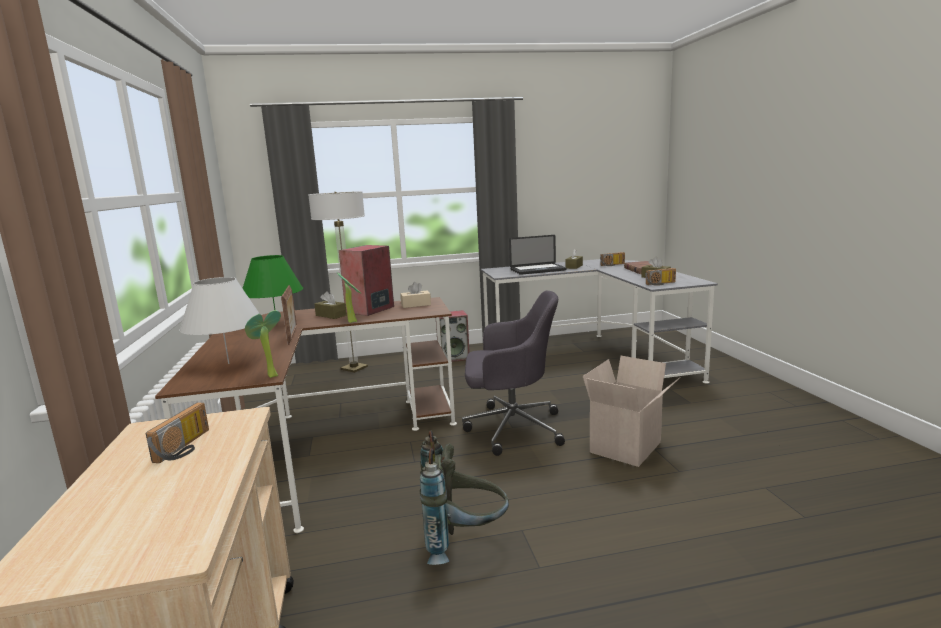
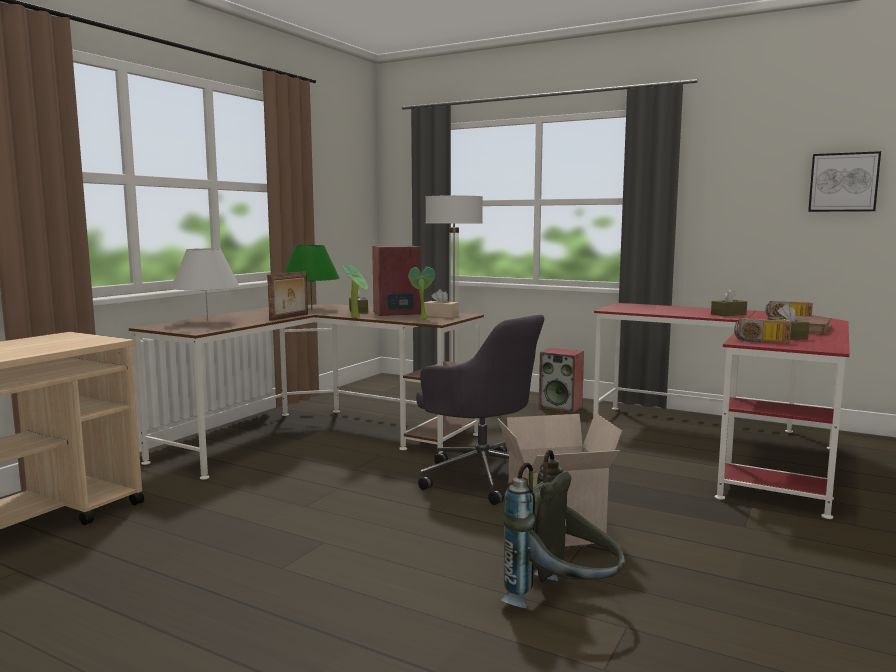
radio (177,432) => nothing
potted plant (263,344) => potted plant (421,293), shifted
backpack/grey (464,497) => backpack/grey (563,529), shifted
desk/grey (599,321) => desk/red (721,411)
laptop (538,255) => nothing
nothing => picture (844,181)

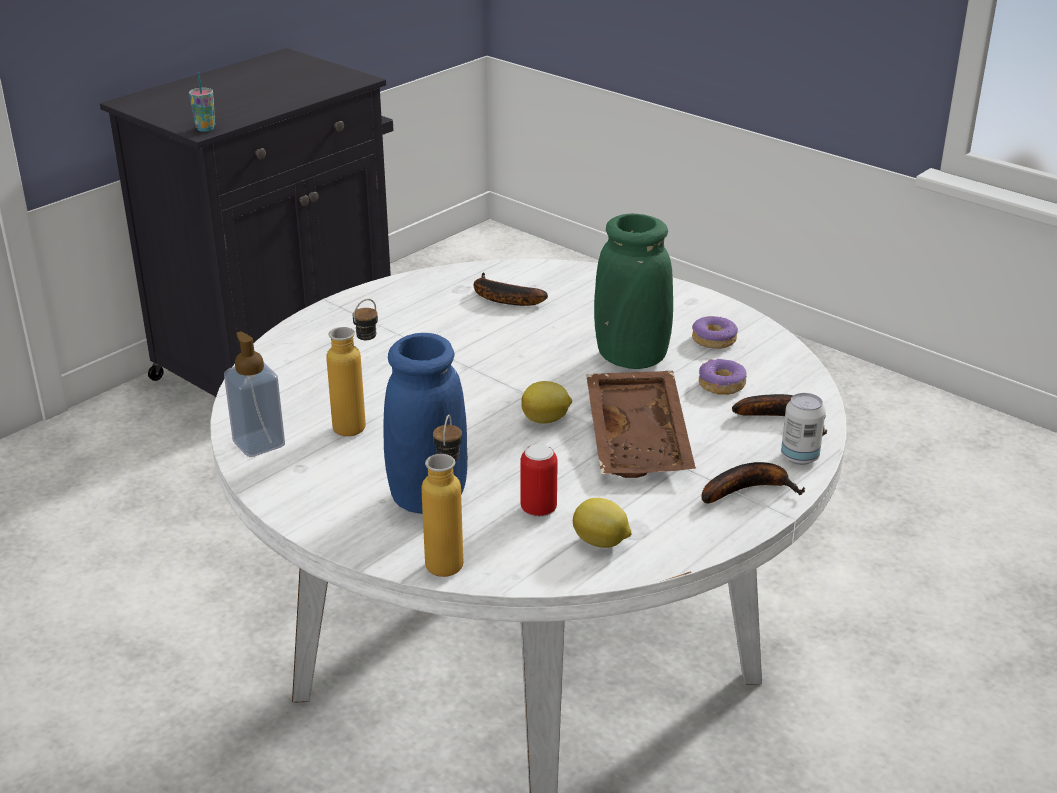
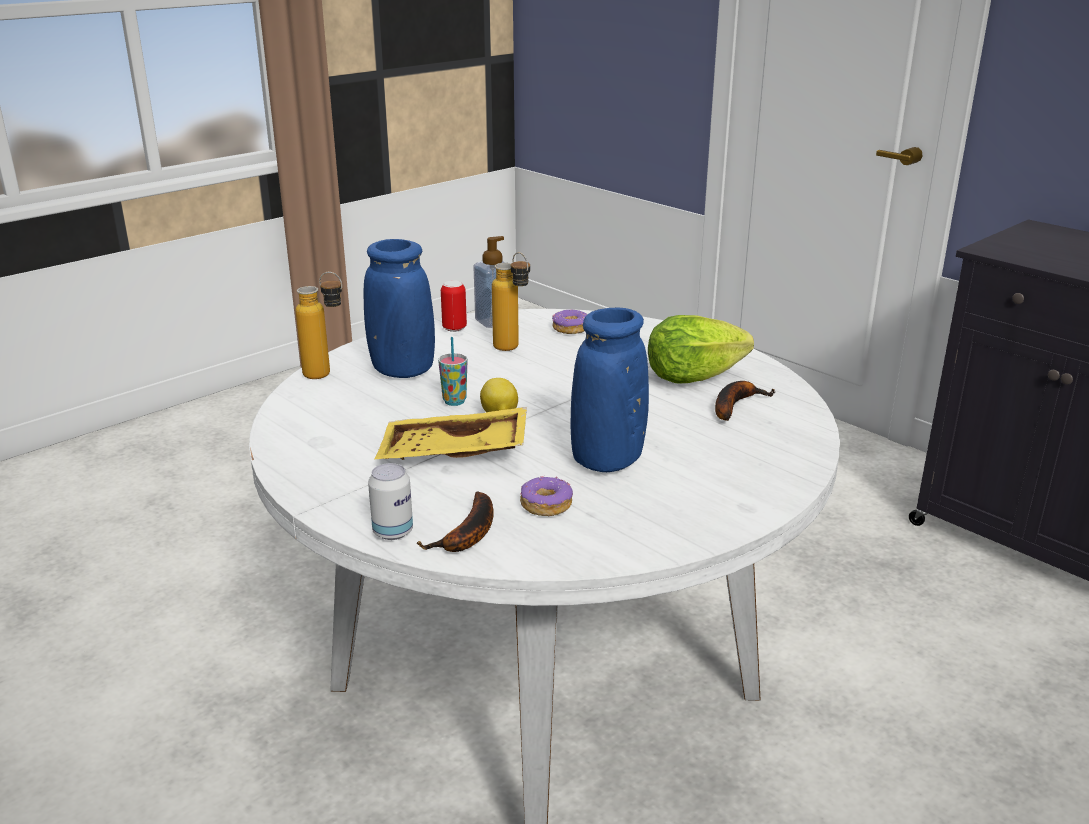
cup (202,102) => cup (452,371), shifted
can (539,480) => can (454,306), shifted
lemon (602,523) => nothing
tray/brown (641,424) => tray/yellow (450,433)
vase/green (633,291) => vase/blue (610,390)
donut (715,332) => donut (569,321), shifted
banana (753,482) => nothing
nothing => lettuce (701,349)

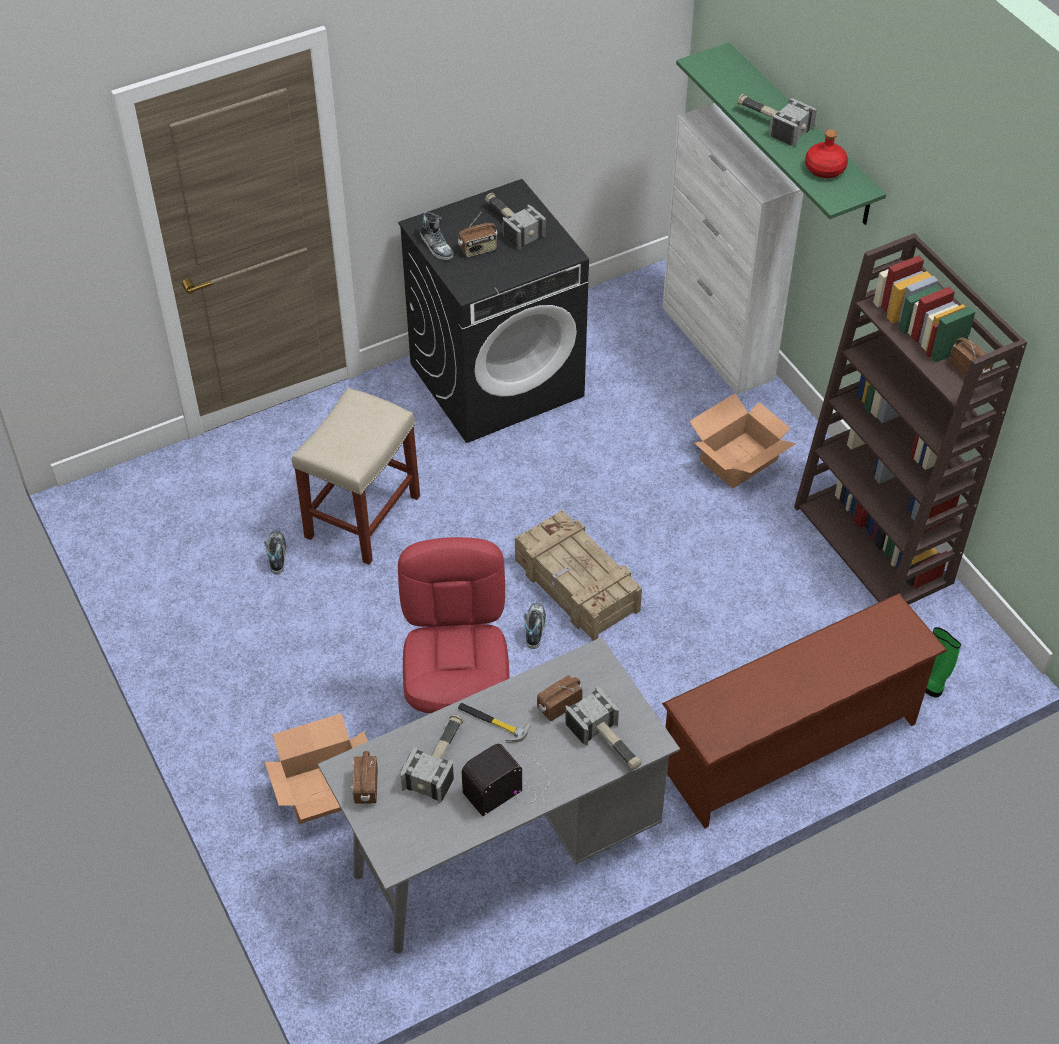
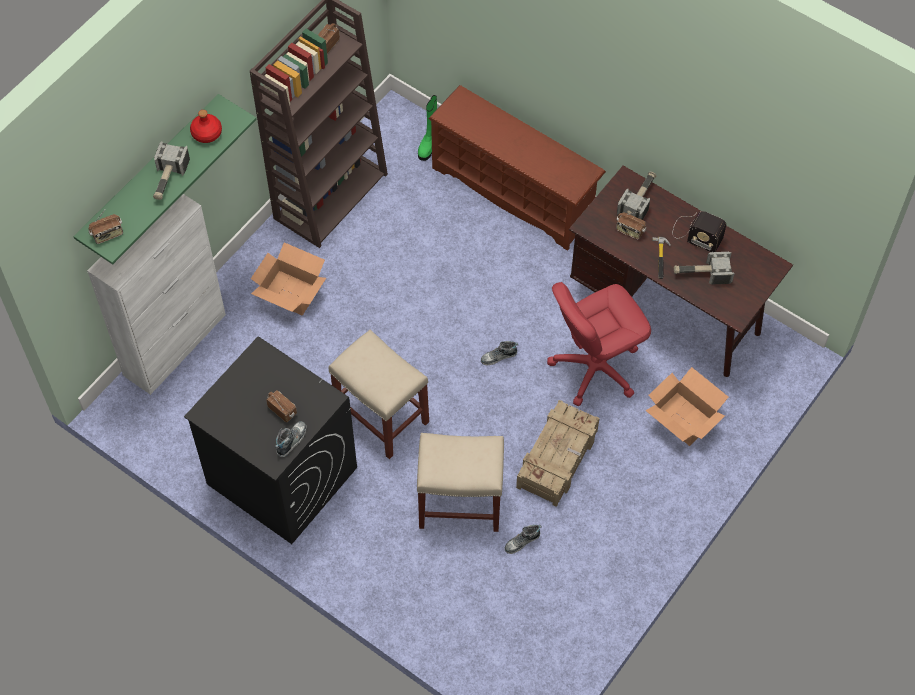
desk/grey (499,795) => desk/brown (681,271)
radio (364,777) => radio (105,227), shifted
hammer (515,221) => nothing
crate (578,575) => crate (558,453), shifted
nothing => stool/beige (379,394)

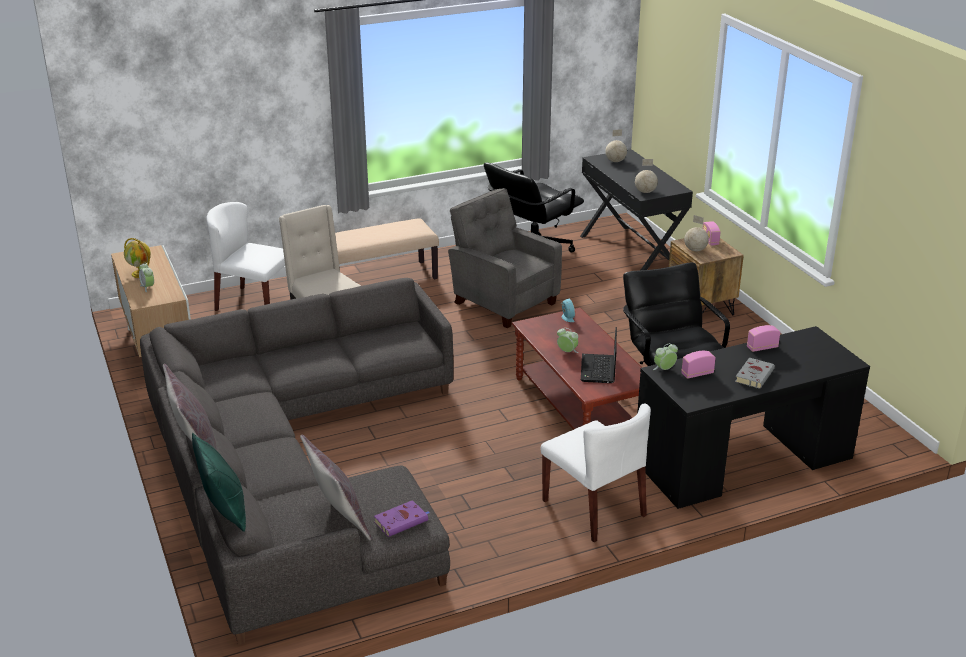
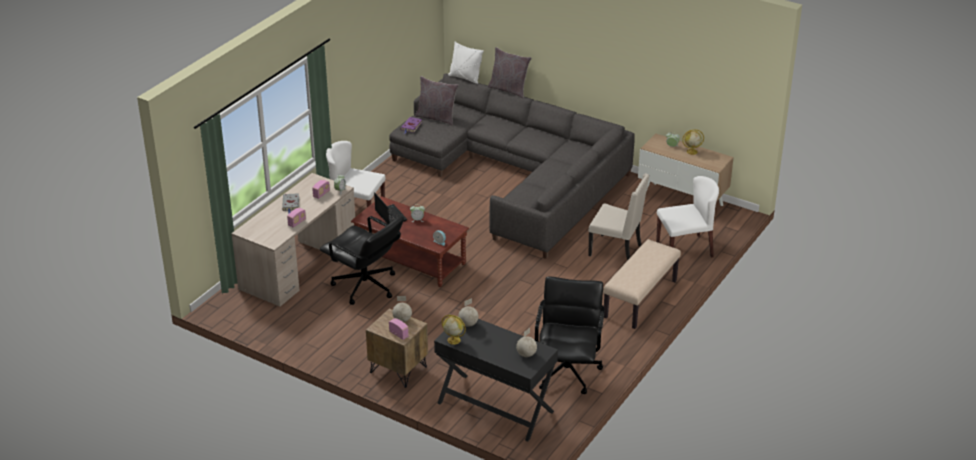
pillow/green (219,482) => pillow/white (466,63)
armchair/grey (505,258) => nothing
desk/black (753,417) => desk/beige (293,239)
nothing => globe (454,330)

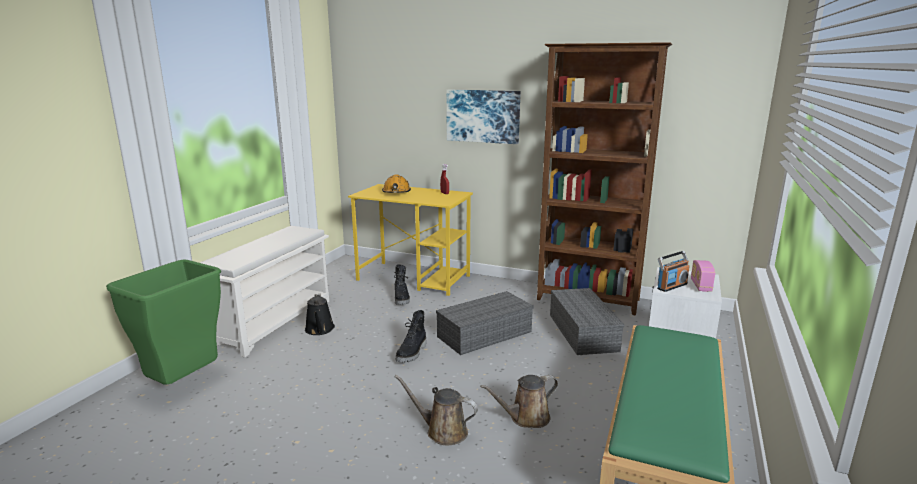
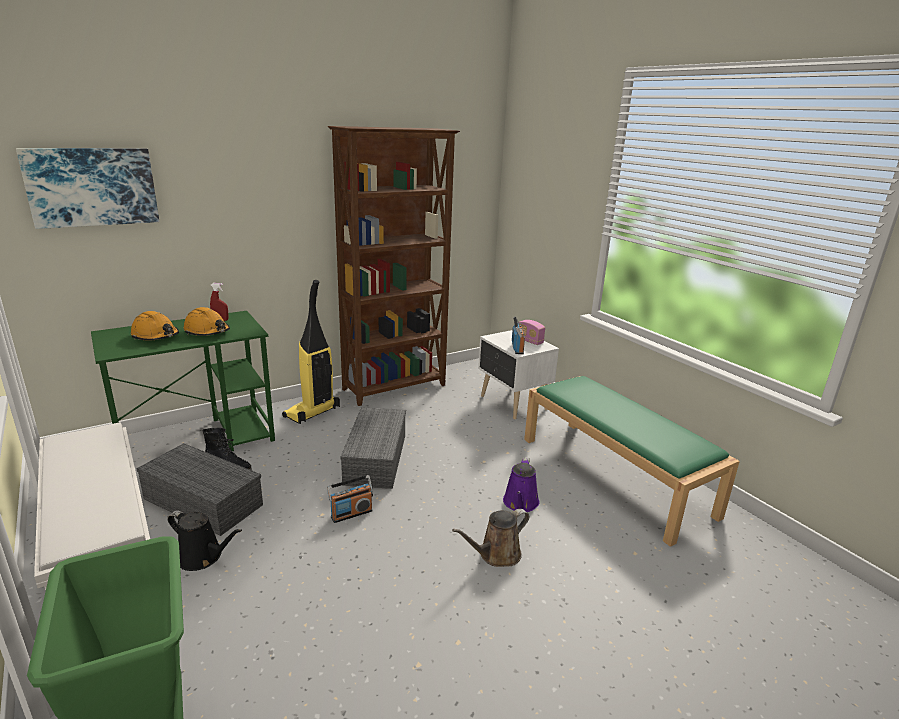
desk/yellow (410,240) => desk/green (183,381)
boot/black (411,336) => radio (350,499)
picture (483,117) => picture (87,188), shifted
watering can/brown (519,401) => watering can/purple (521,484)
storage box/grey (587,321) => storage box/grey (199,489), shifted
nothing => hard hat/orange (206,321)
nothing => vacuum cleaner (311,352)

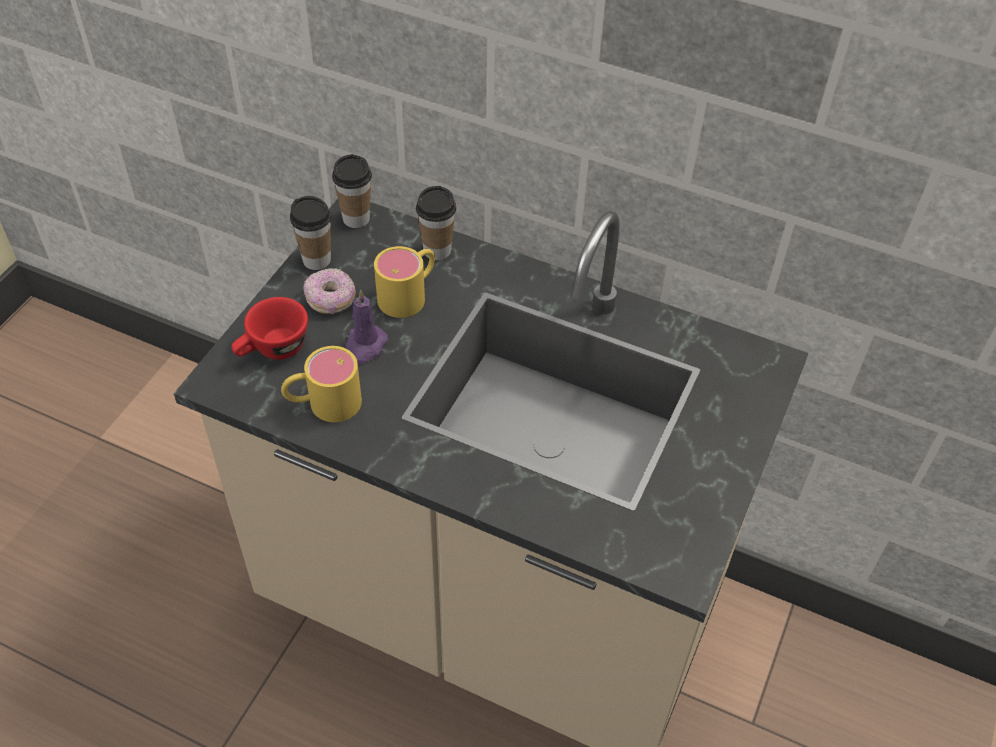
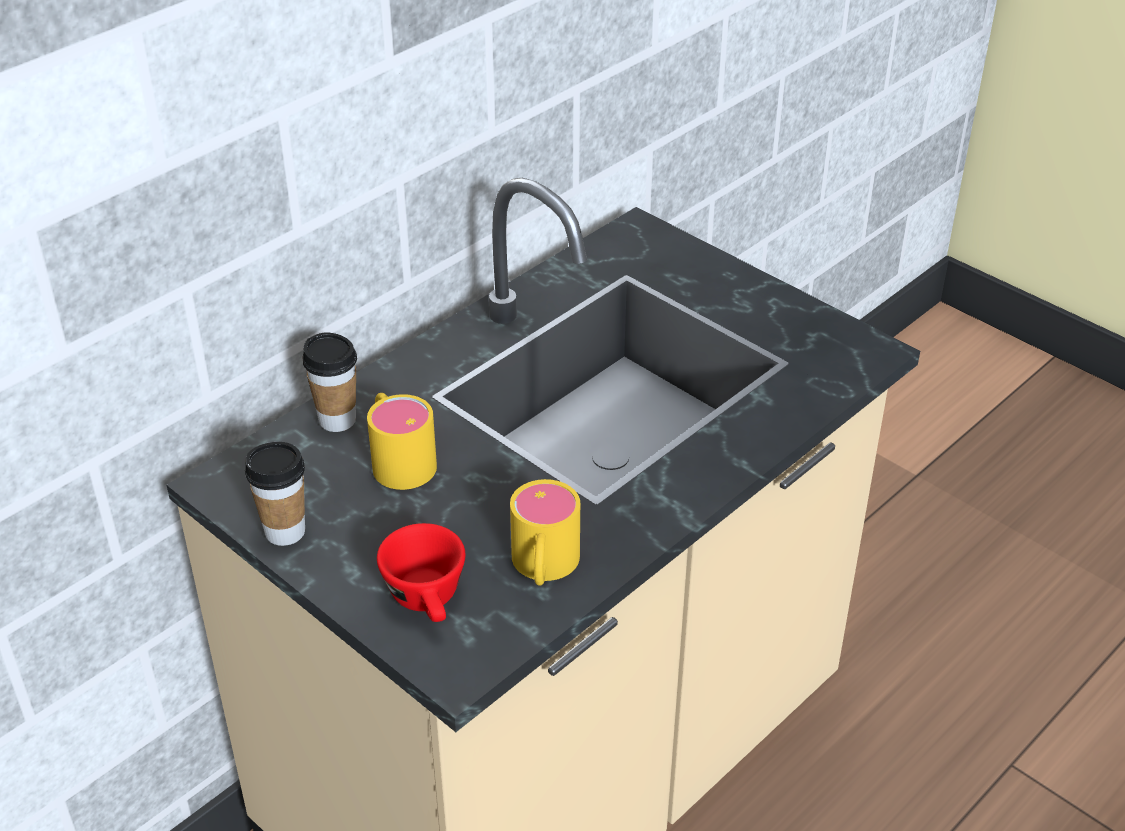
donut (330,291) => nothing
cup (352,191) => nothing
candle/purple (367,326) => nothing

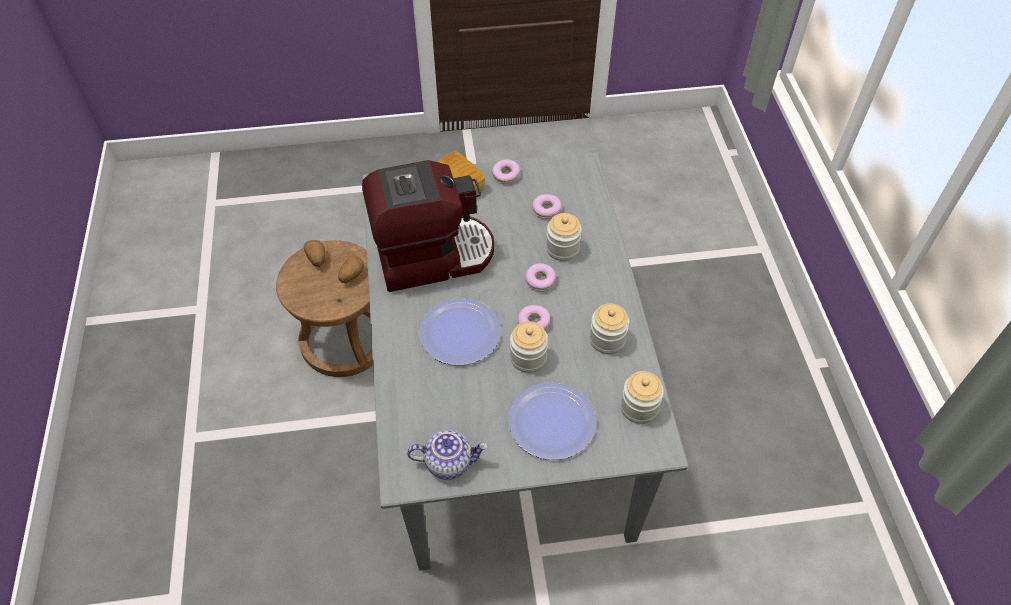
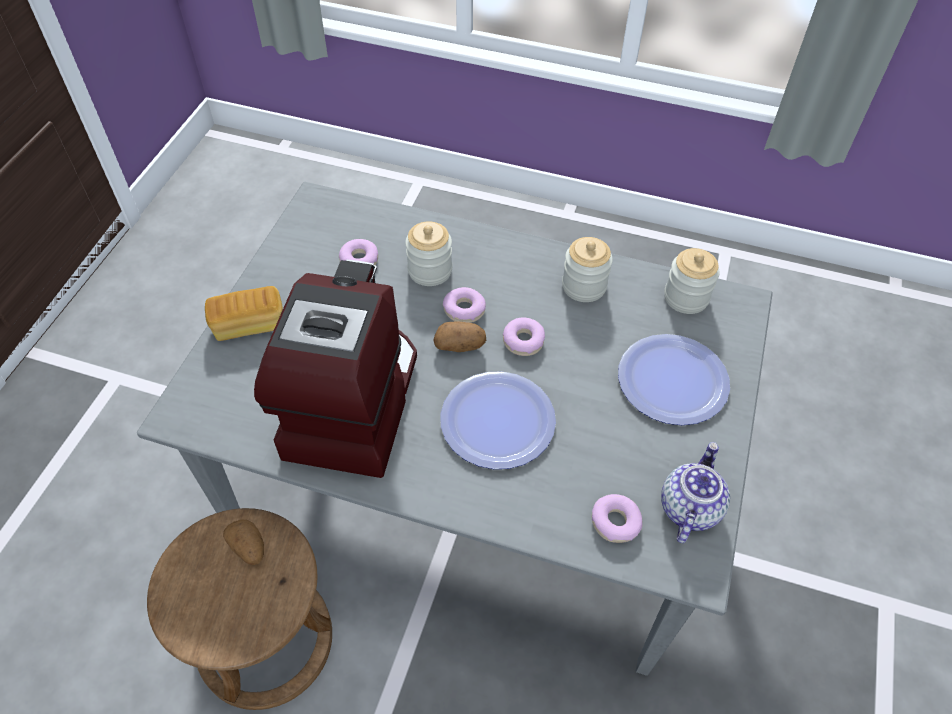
potato (315,253) => potato (459,336), shifted
donut (506,171) => donut (617,518), shifted
jar (529,347) => nothing

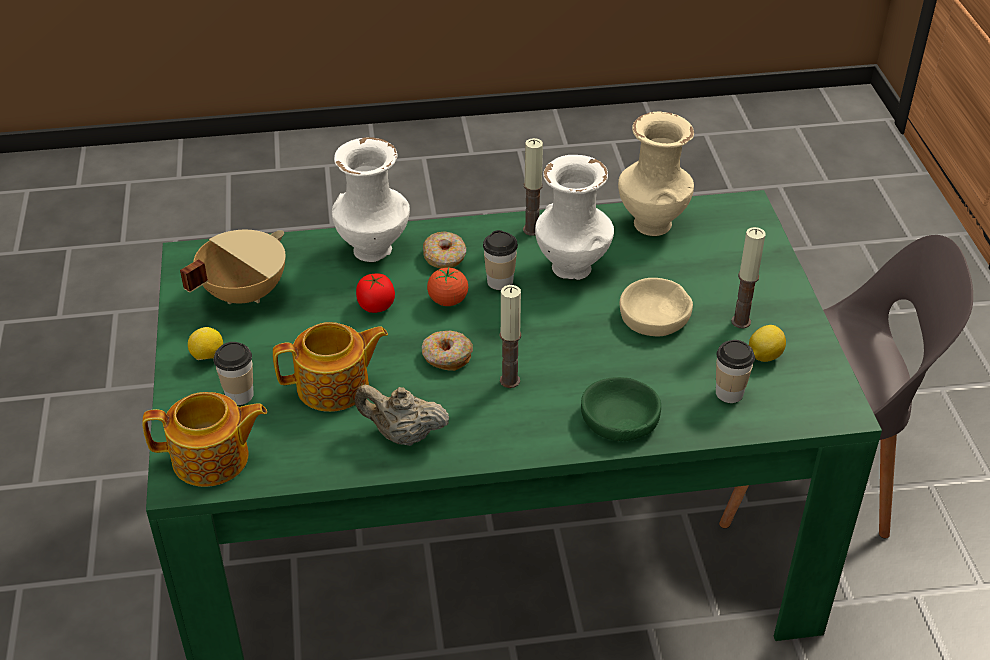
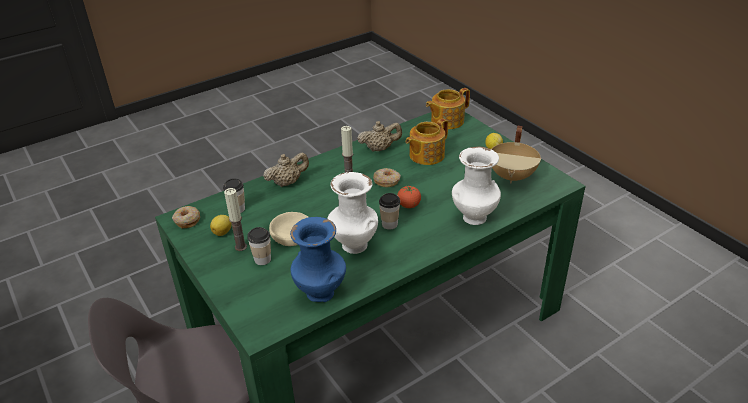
cup (234,373) => cup (259,246), shifted
tomato (375,293) => nothing
donut (444,250) => donut (186,217), shifted
candle (533,187) => nothing
bowl/green (621,409) => teapot/beige (286,169)
vase/beige (656,173) => vase/blue (318,259)

